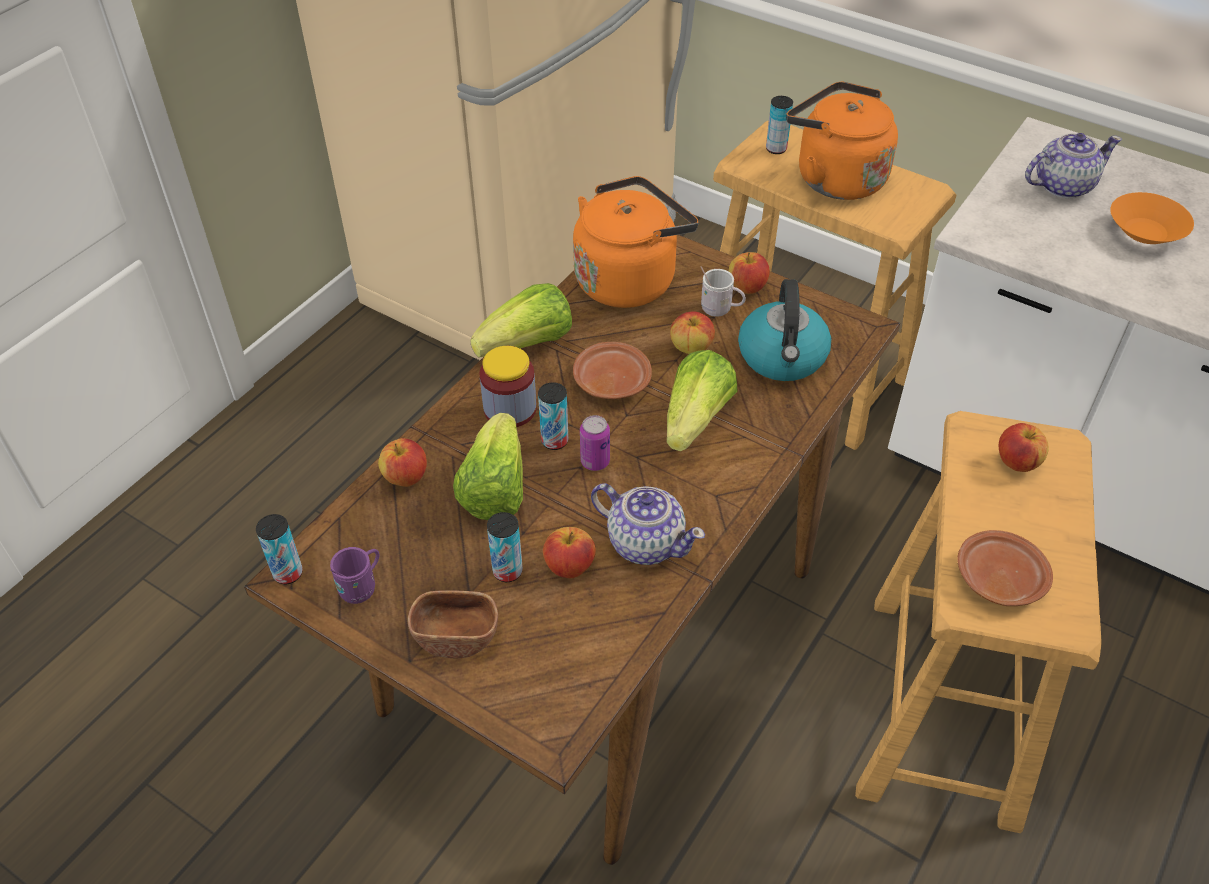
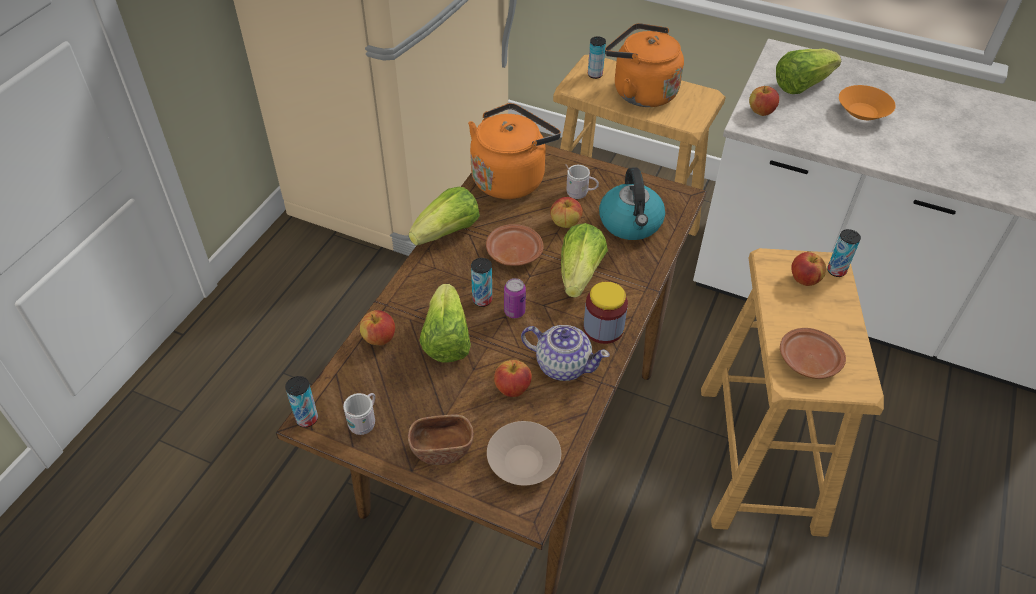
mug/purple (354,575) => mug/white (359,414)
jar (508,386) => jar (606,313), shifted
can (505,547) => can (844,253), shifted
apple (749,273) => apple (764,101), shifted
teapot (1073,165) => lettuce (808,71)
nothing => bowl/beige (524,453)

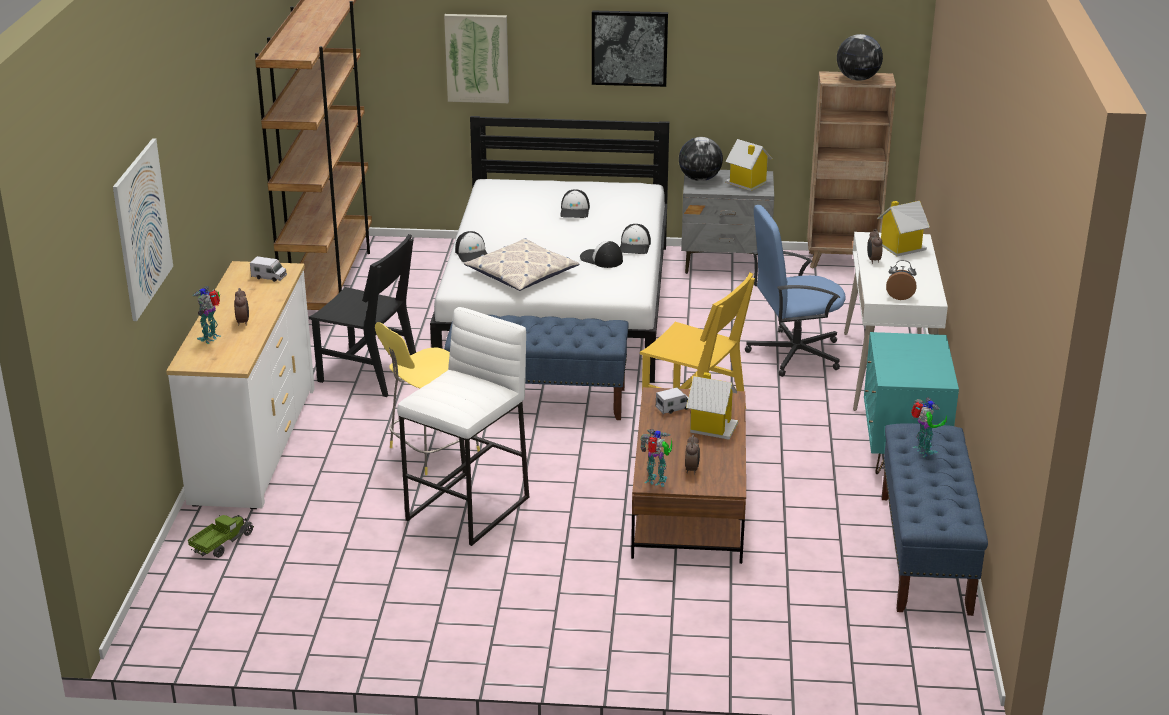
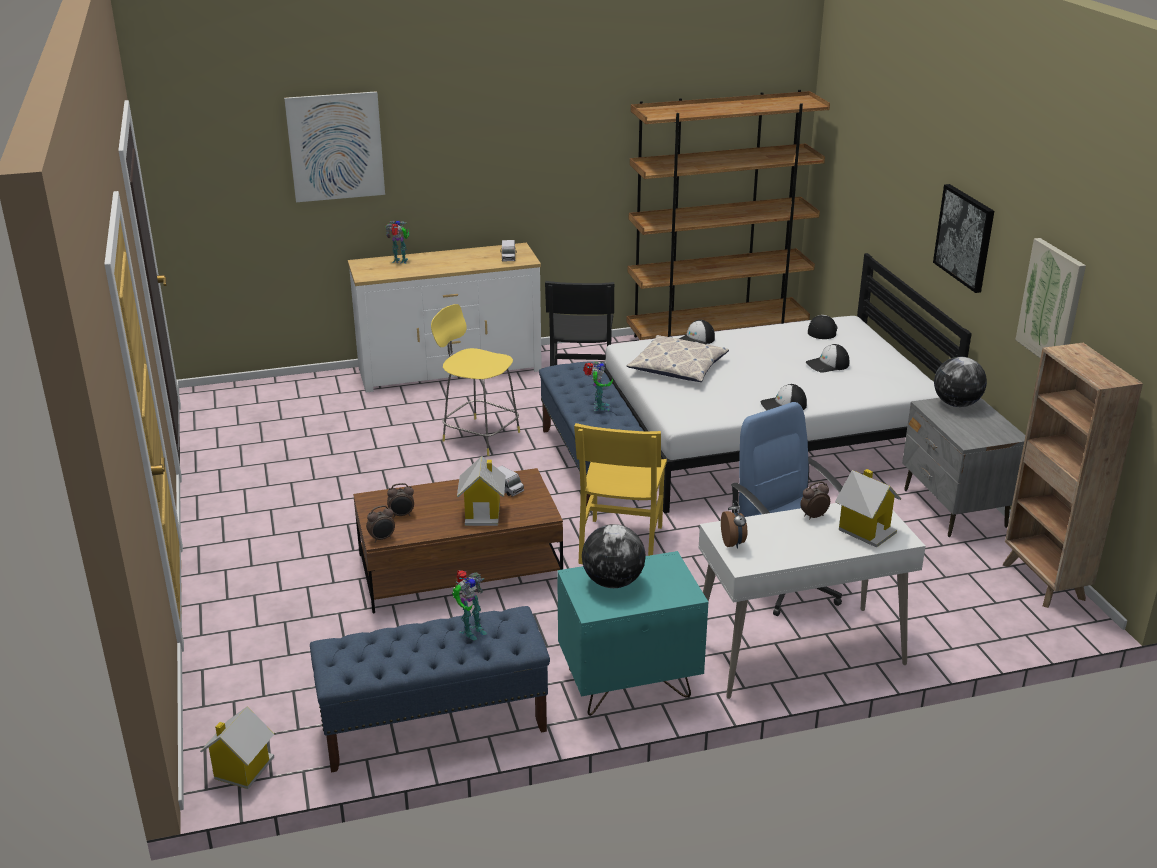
toy truck (220,536) => nothing
alarm clock (241,307) => alarm clock (380,524), shifted
stool/white (463,426) => nothing
picture (476,58) => picture (1050,298), shifted
cap (601,254) => cap (823,327), shifted
toy robot (656,458) => toy robot (598,386), shifted
toy house (749,165) => toy house (237,747), shifted
globe (860,57) => globe (614,556), shifted

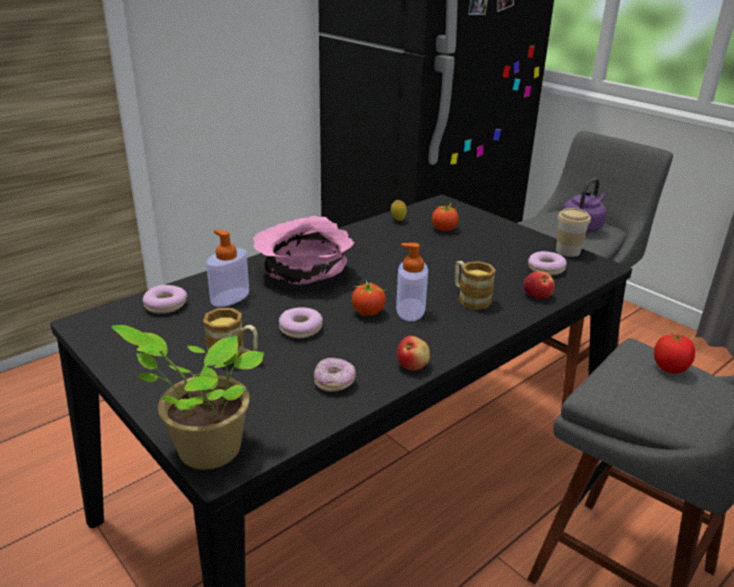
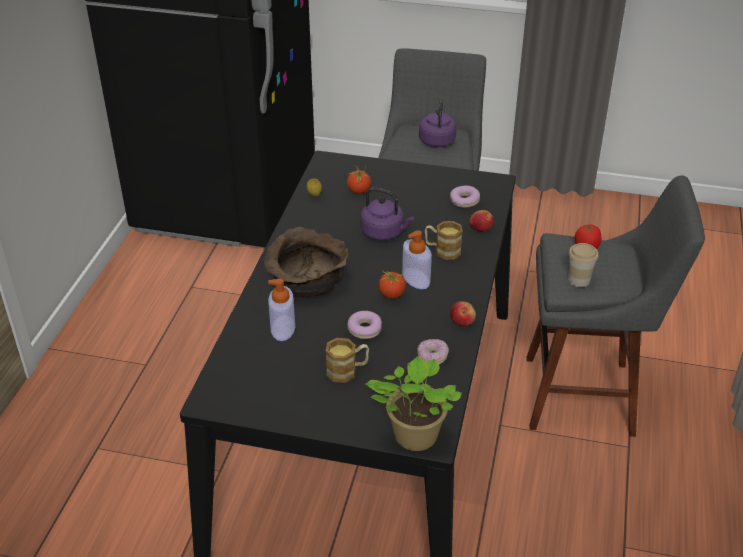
donut (165,299) => nothing
bowl/pink (303,250) => bowl/brown (306,262)
cup (573,232) => cup (583,265), shifted
nothing => kettle/purple (387,214)

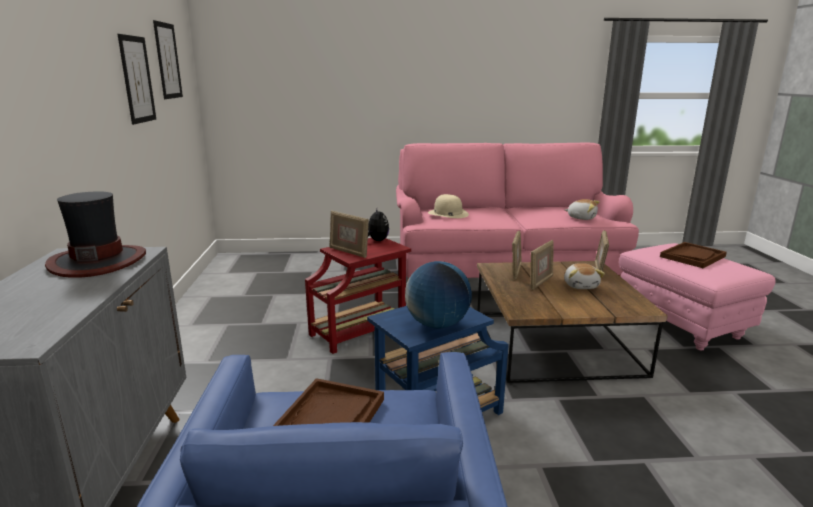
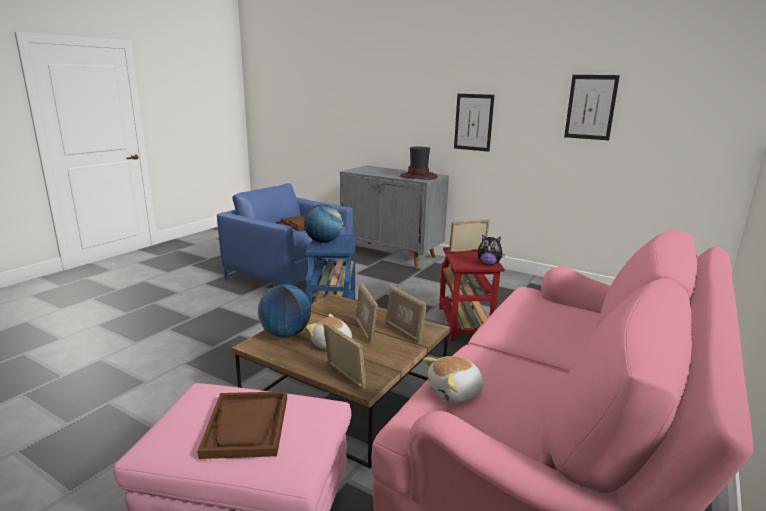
picture (168,59) => picture (474,123), shifted
hat/beige (448,206) => nothing
nothing => globe (284,311)

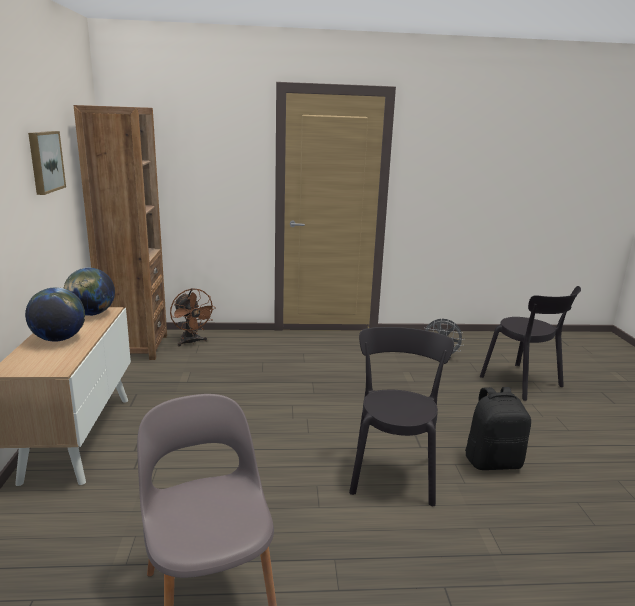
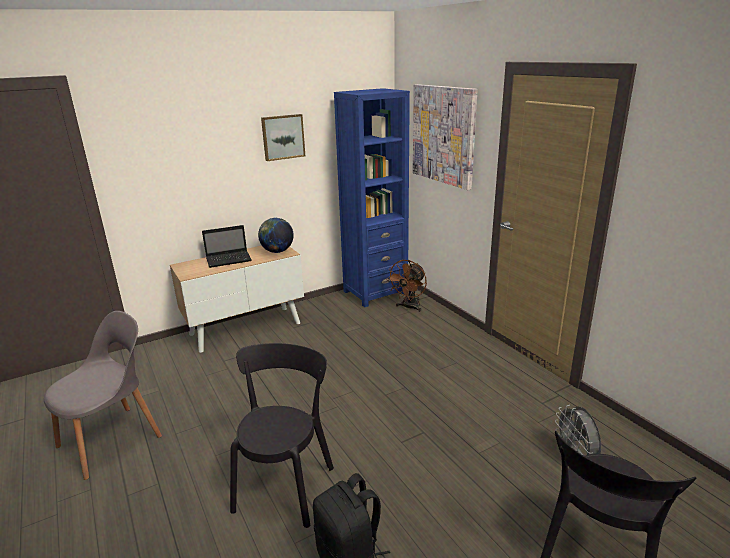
globe (55,314) => laptop (227,246)
bookcase/brown (120,232) => bookcase/blue (372,197)
chair/black (401,416) => chair/black (282,435), 60 degrees counterclockwise
nothing => picture (445,137)

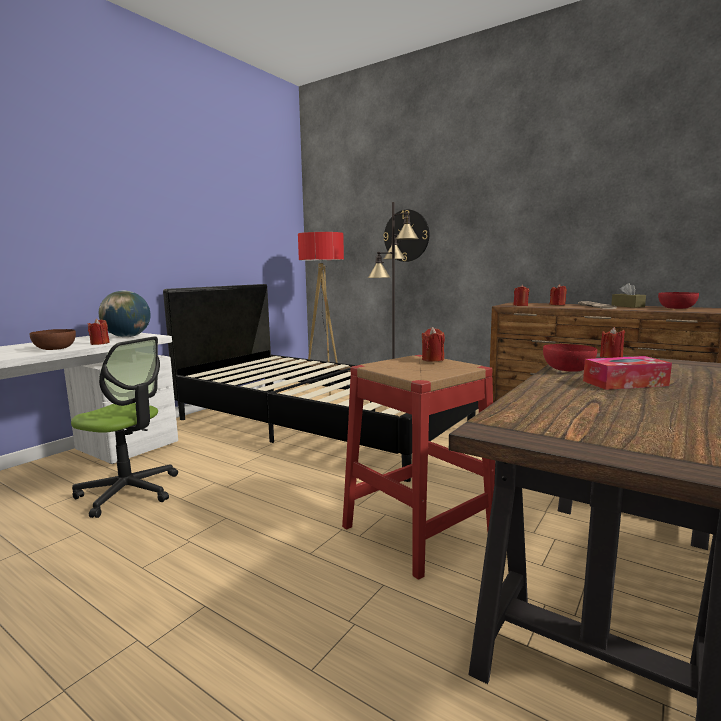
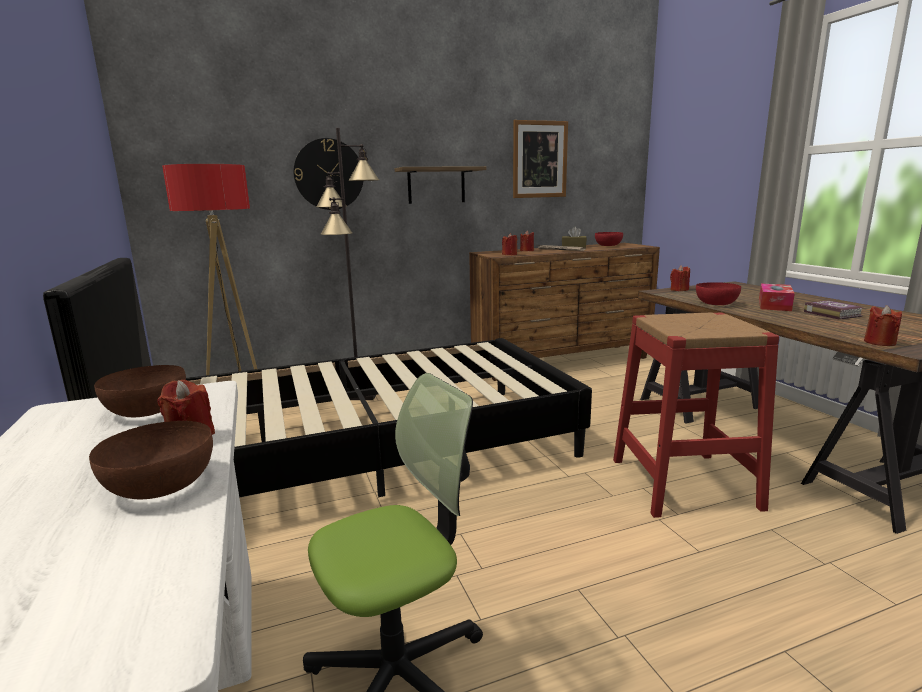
globe (125,313) => bowl/brown (140,391)
candle/red (433,344) => candle/red (883,325), shifted
nothing => shelf (440,185)
nothing => picture (540,159)
nothing => book (833,310)

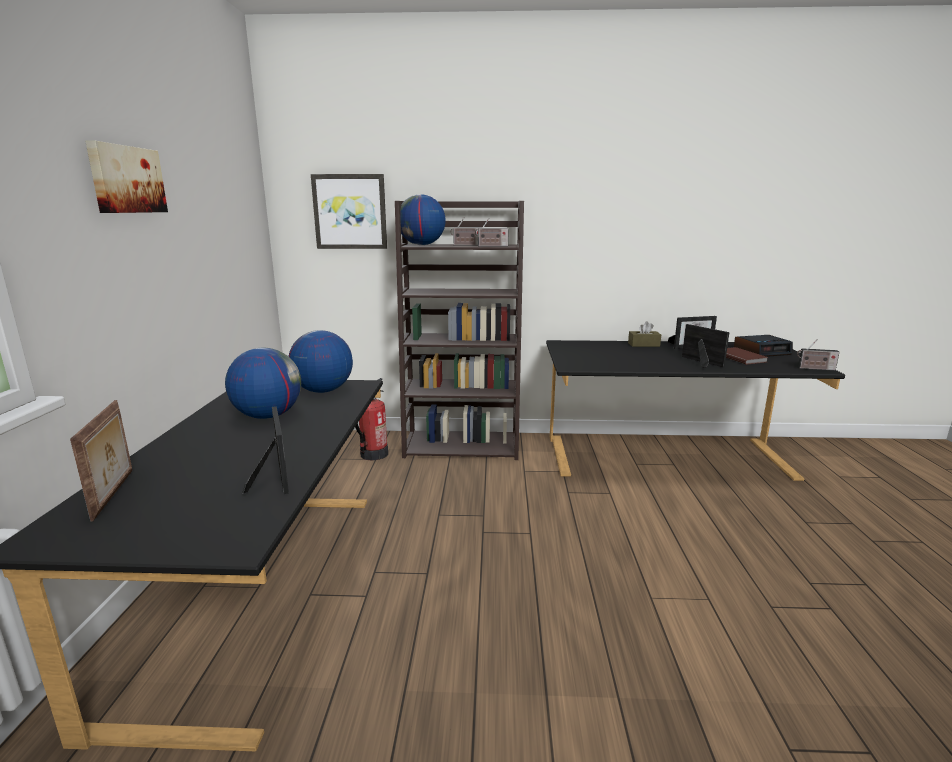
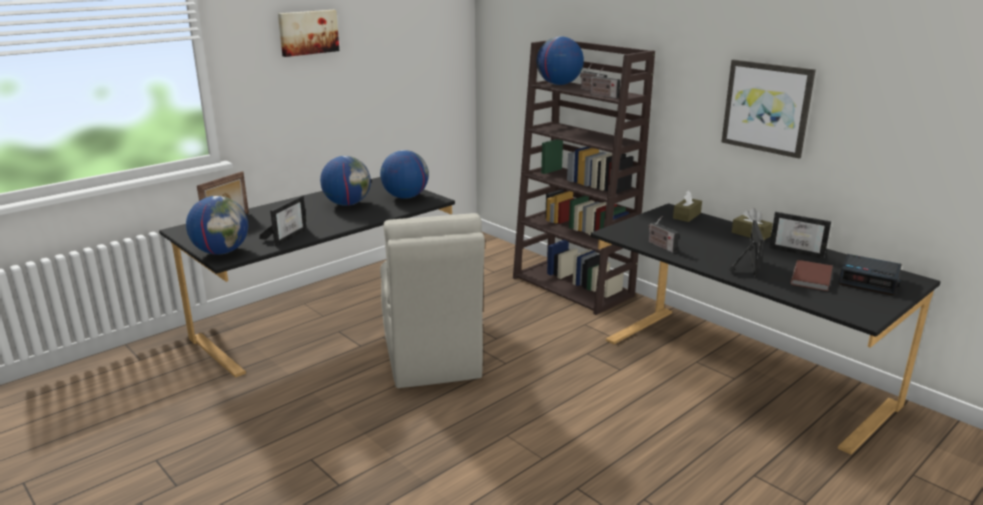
picture (349,211) => picture (769,109), shifted
fire extinguisher (371,419) => nothing
radio (818,355) => radio (664,234), shifted
nothing => globe (217,225)
nothing => chair/beige (432,300)
nothing => tissue box/brown (687,206)

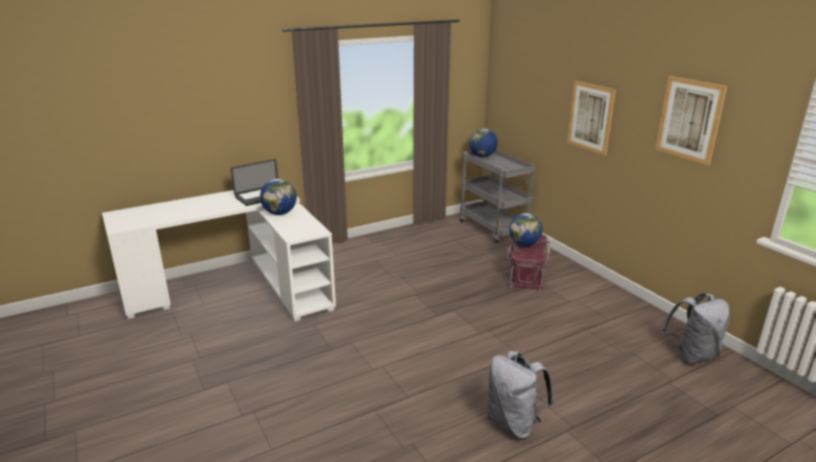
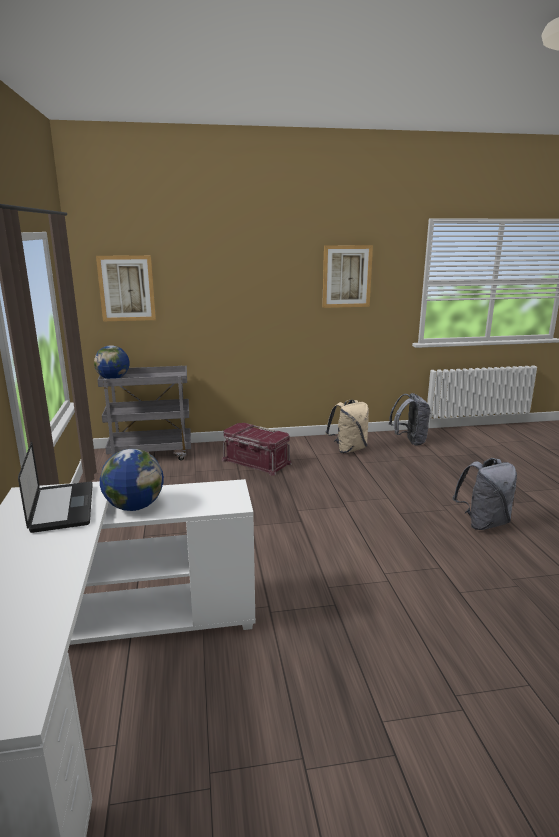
globe (526,229) => nothing
picture (591,118) => picture (126,288), shifted
nothing => backpack/beige (347,426)

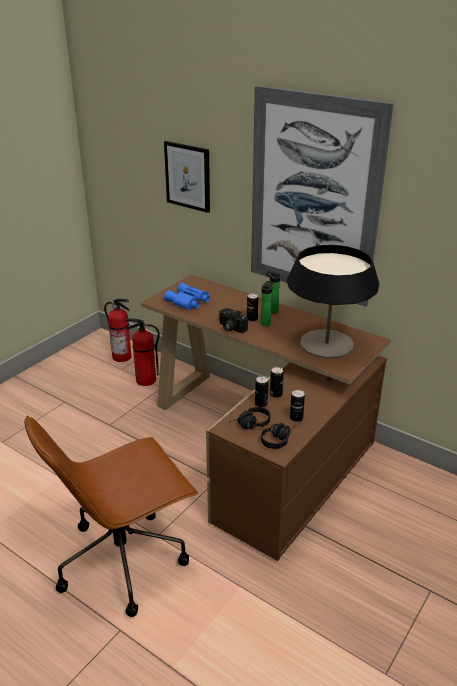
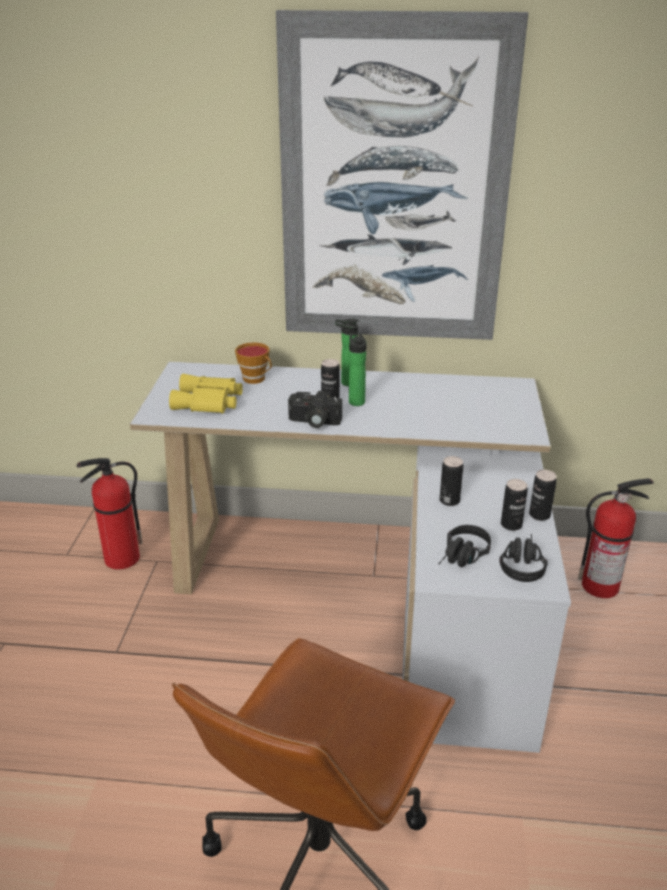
fire extinguisher (118,330) => fire extinguisher (616,538), shifted
desk/brown (266,418) => desk/white (350,557)
picture (187,177) => nothing
binoculars/blue (187,296) => binoculars/yellow (206,394)
can (262,391) => can (543,495), shifted
table lamp (332,302) => nothing
nothing => cup (253,363)

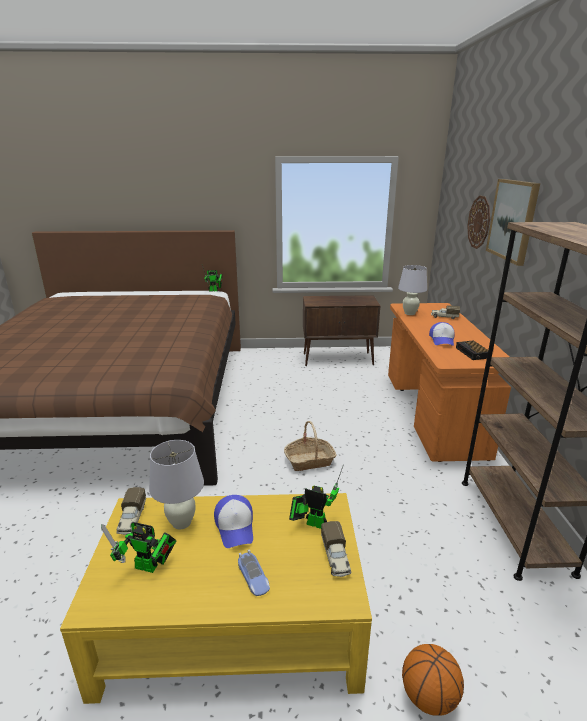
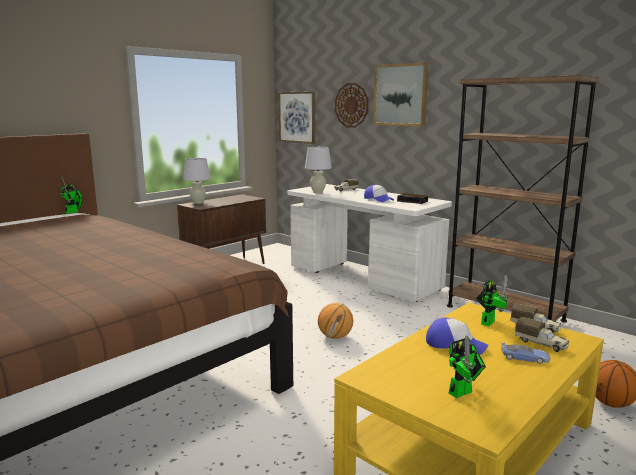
toy truck (131,511) => toy truck (542,334), shifted
table lamp/white (176,484) => table lamp/white (197,181), shifted
basket (310,446) => basketball (335,321)
toy robot (316,496) => toy robot (492,300), 150 degrees clockwise
desk/orange (449,382) => desk/white (369,243)
nothing => picture (296,117)

